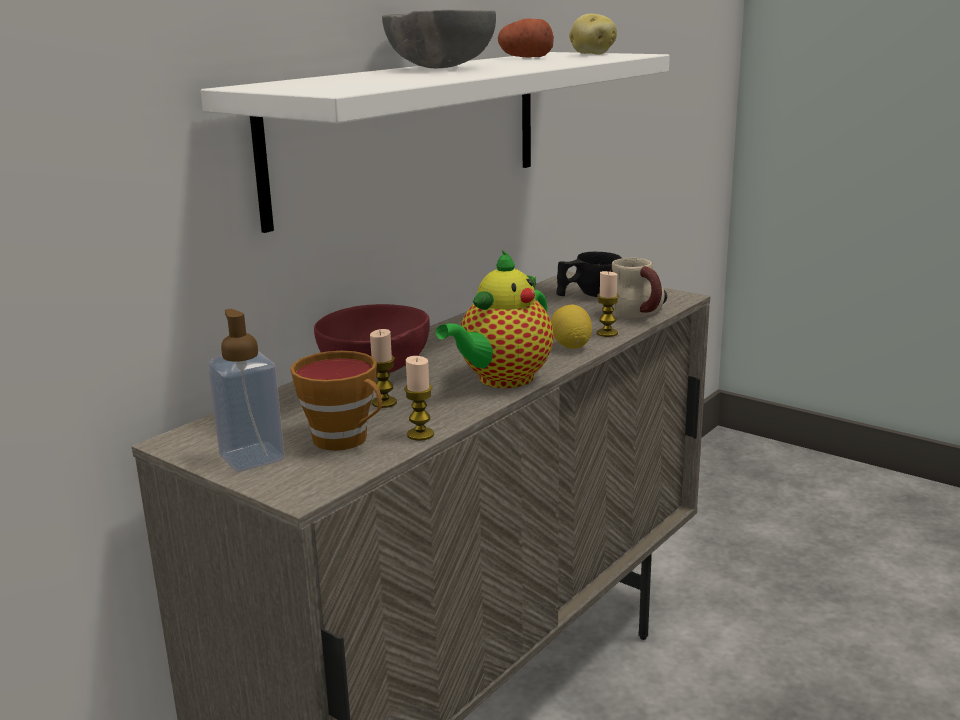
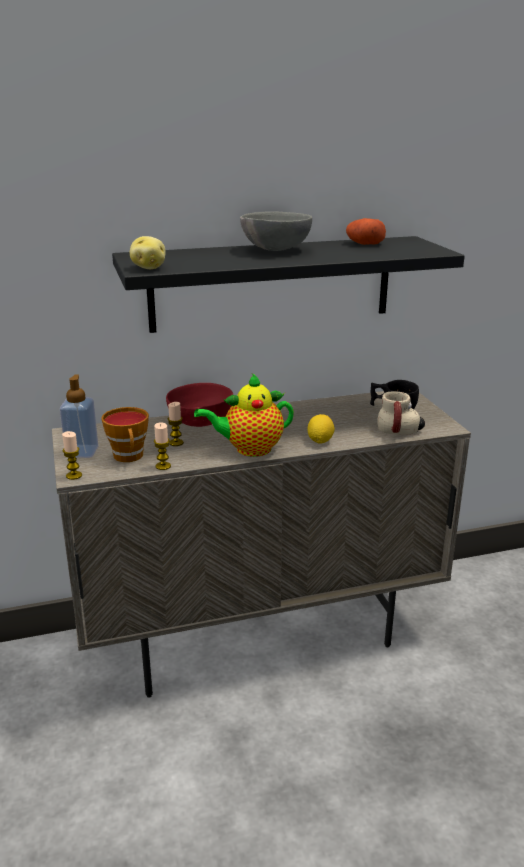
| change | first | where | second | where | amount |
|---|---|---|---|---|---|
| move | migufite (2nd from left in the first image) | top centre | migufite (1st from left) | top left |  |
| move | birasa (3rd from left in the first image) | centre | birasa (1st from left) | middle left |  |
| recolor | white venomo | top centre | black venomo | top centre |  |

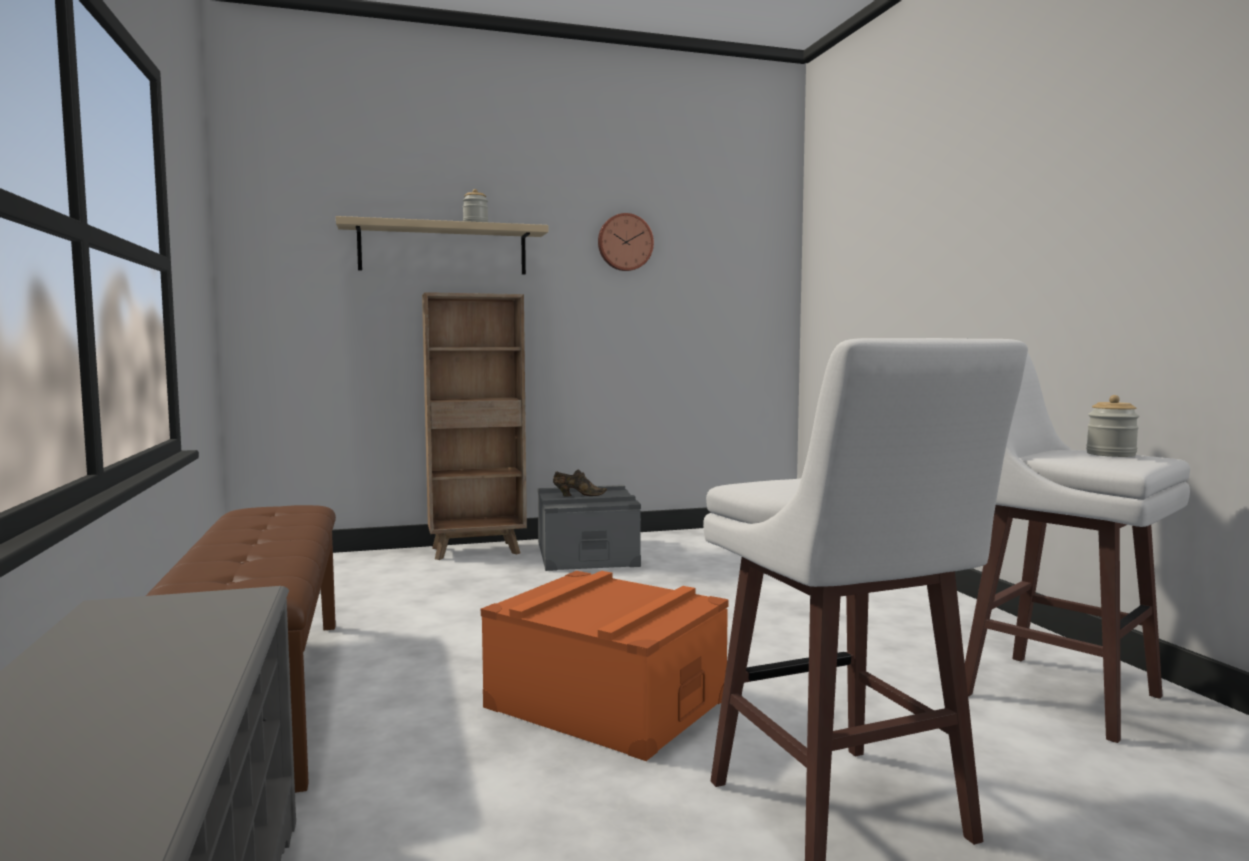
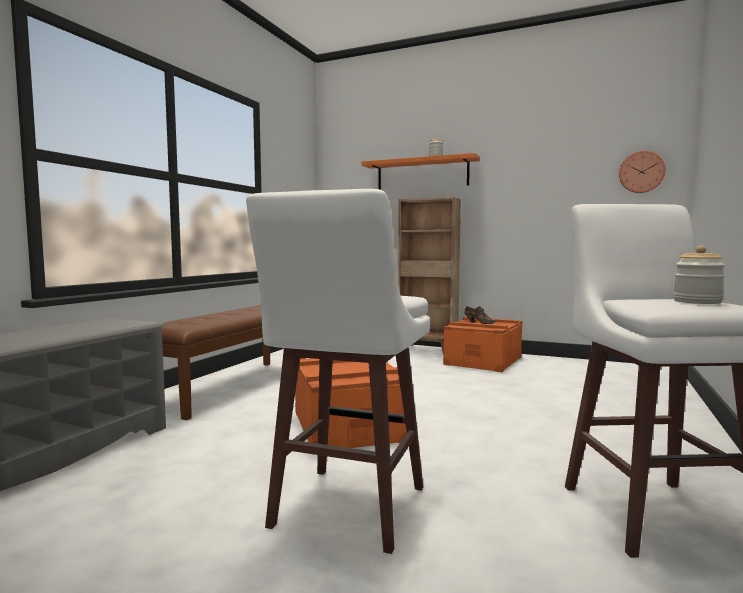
| change | first | where | second | where | amount |
|---|---|---|---|---|---|
| move | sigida | top centre |  | top right |  |
| recolor | beige venomo | top centre | orange venomo | top centre |  |
| recolor | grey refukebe | centre | orange refukebe (2nd from left) | centre |  |

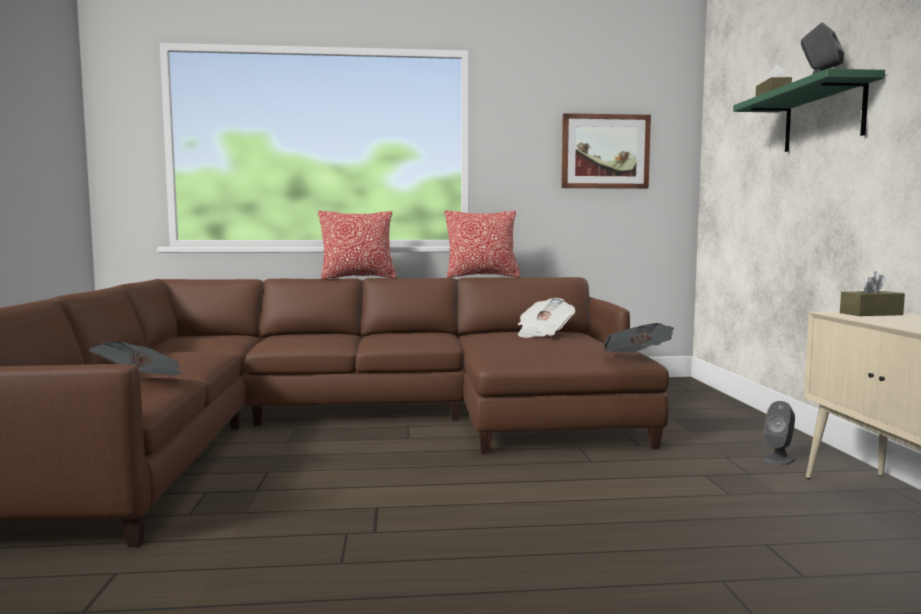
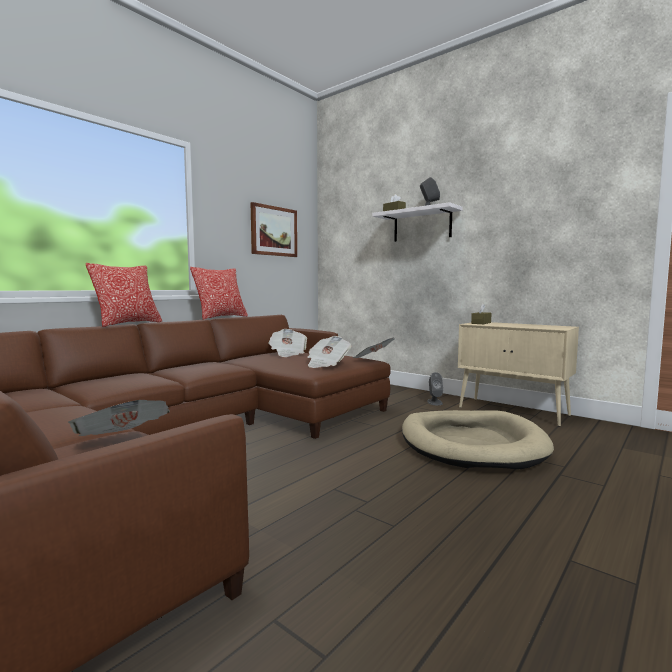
| change | first | where | second | where | amount |
|---|---|---|---|---|---|
| insert |  |  | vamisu (3rd from left) | centre |  |
| insert |  |  | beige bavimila | middle right |  |
| recolor | green venomo | top right | white venomo | top centre |  |

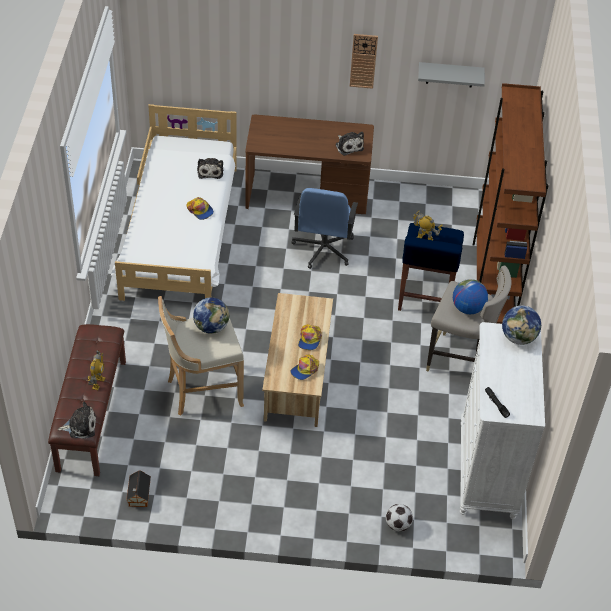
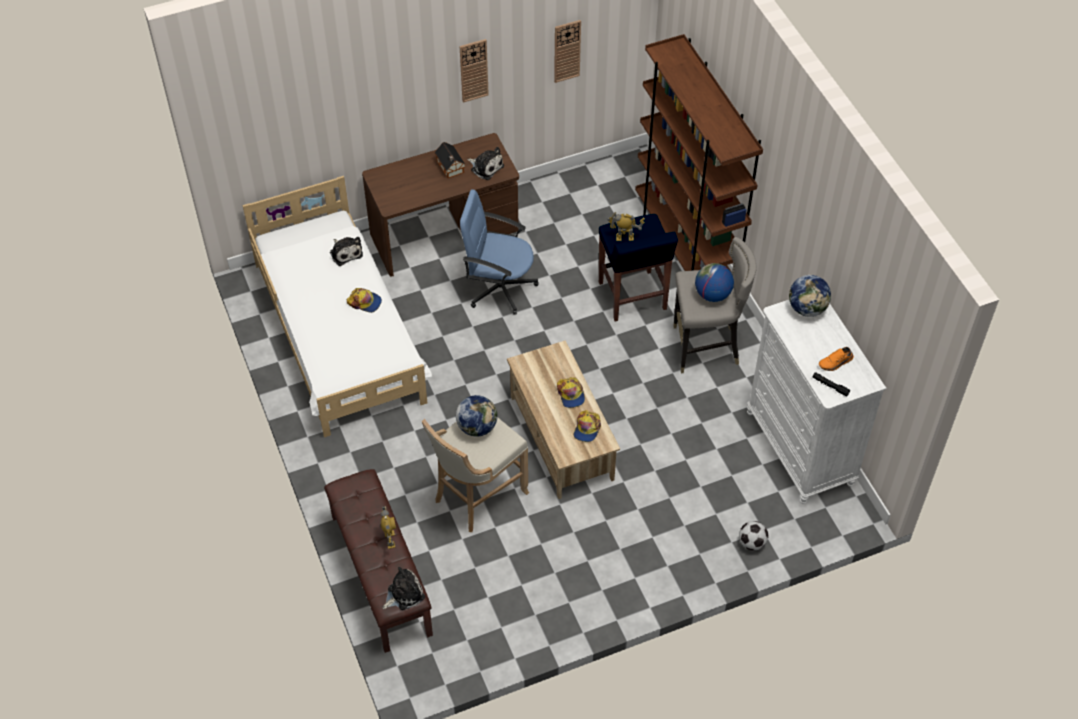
| change | first | where | second | where | amount |
|---|---|---|---|---|---|
| insert |  |  | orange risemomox | middle right |  |
| move | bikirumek | bottom left |  | top centre |  |
| replace | grey venomo | top right | sigida (2nd from left) | top centre |  |
| rotate | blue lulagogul | centre |  | centre | 120 degrees clockwise |

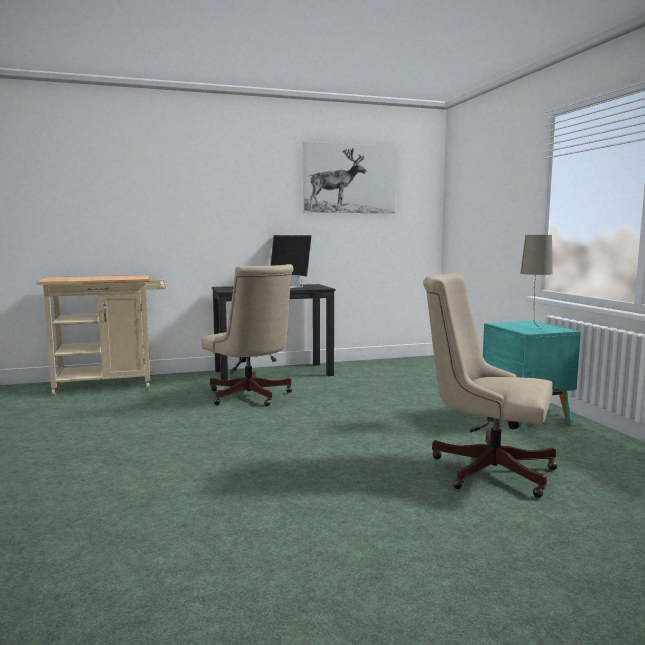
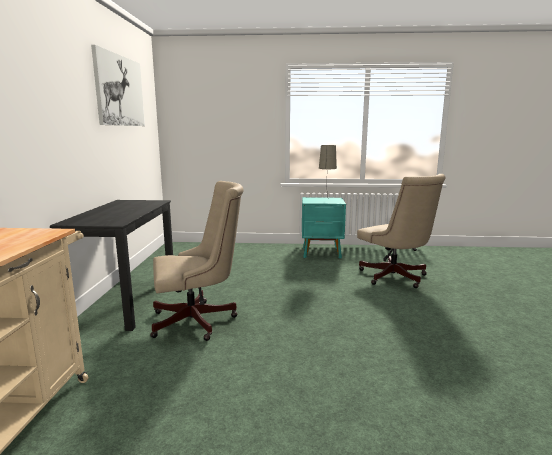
| change | first | where | second | where | amount |
|---|---|---|---|---|---|
| delete | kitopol | centre |  |  |  |
| rotate | beige lulagogul (2nd from left) | middle right |  | middle right | 75 degrees counterclockwise |

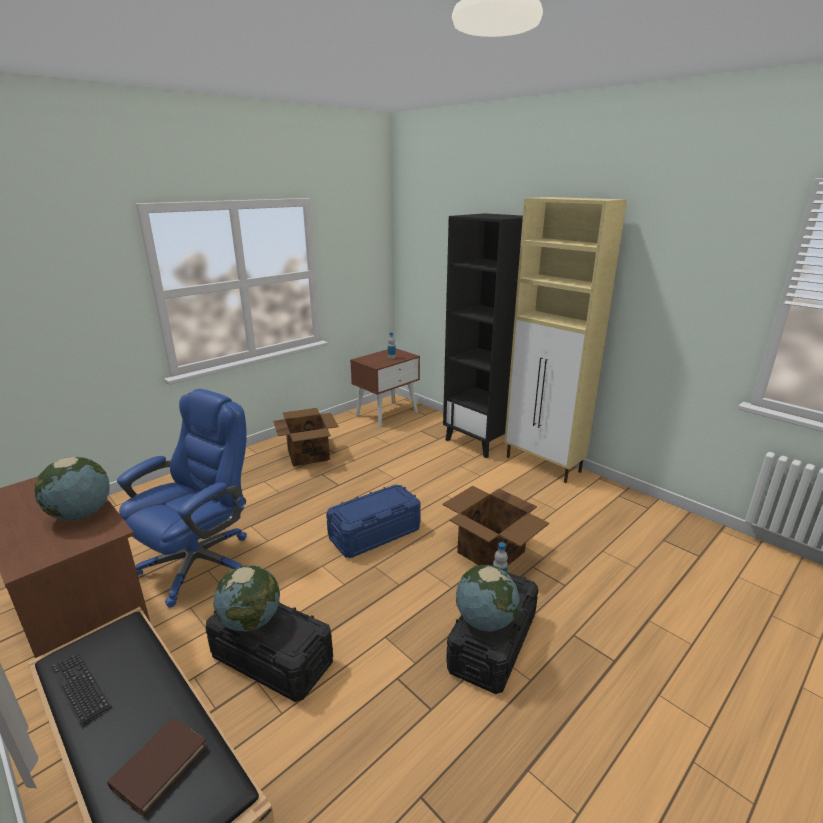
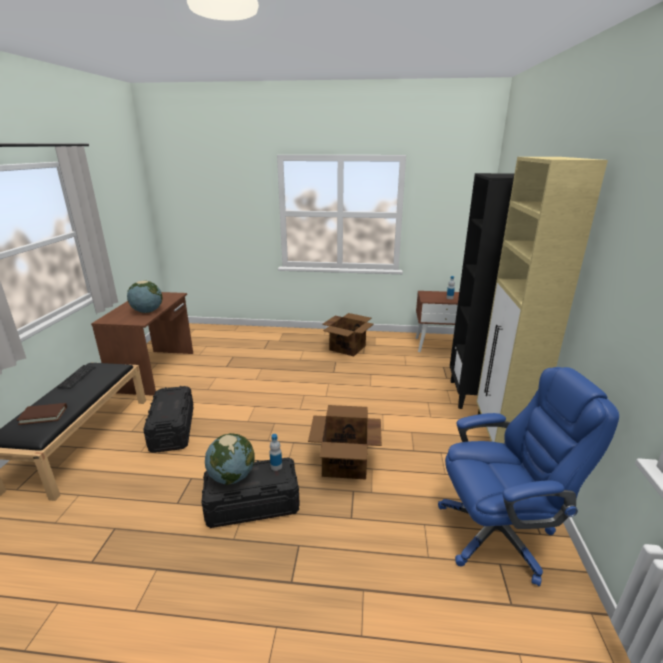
| change | first | where | second | where | amount |
|---|---|---|---|---|---|
| delete | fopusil (2nd from left) | bottom left |  |  |  |
| delete | blue refukebe | centre |  |  |  |
| move | blue lulagogul | middle left |  | bottom right |  |

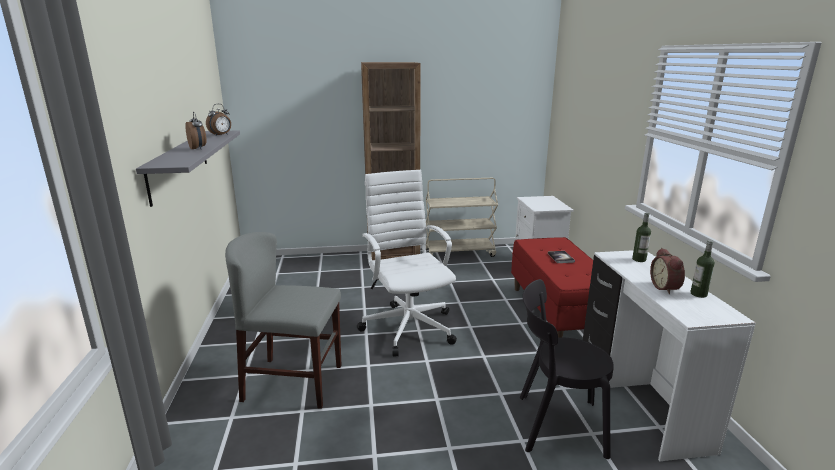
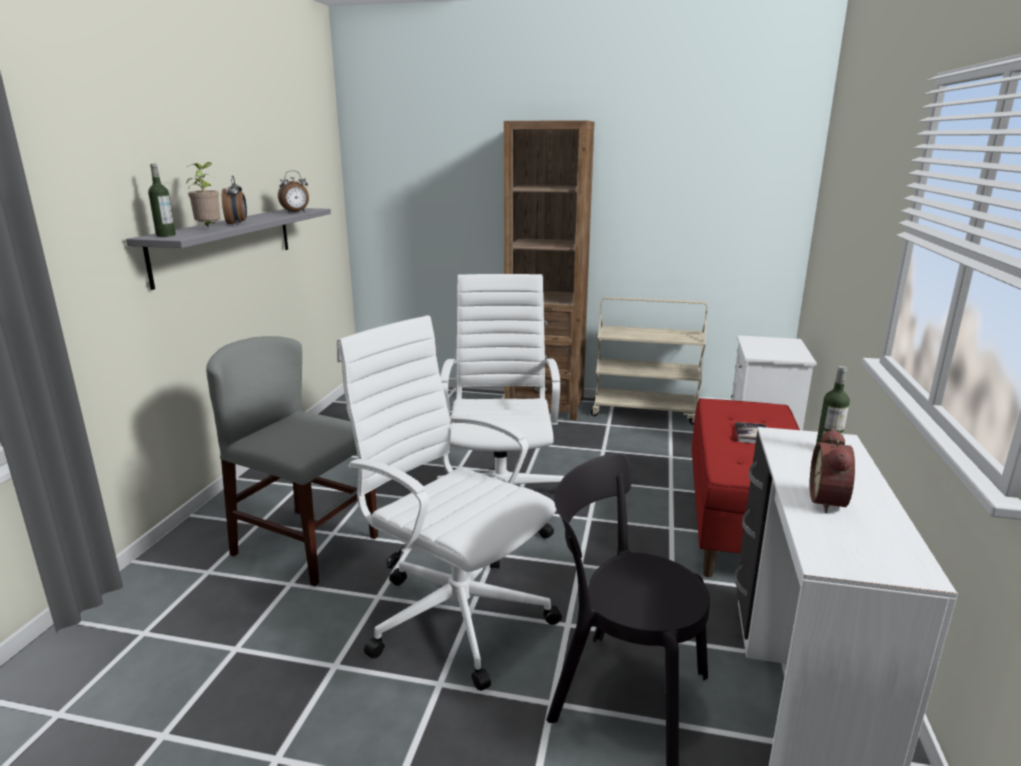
| change | first | where | second | where | amount |
|---|---|---|---|---|---|
| insert |  |  | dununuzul | top left |  |
| insert |  |  | white lulagogul (1st from left) | centre |  |
| move | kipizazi (2nd from left in the first image) | middle right | kipizazi (1st from left) | top left |  |

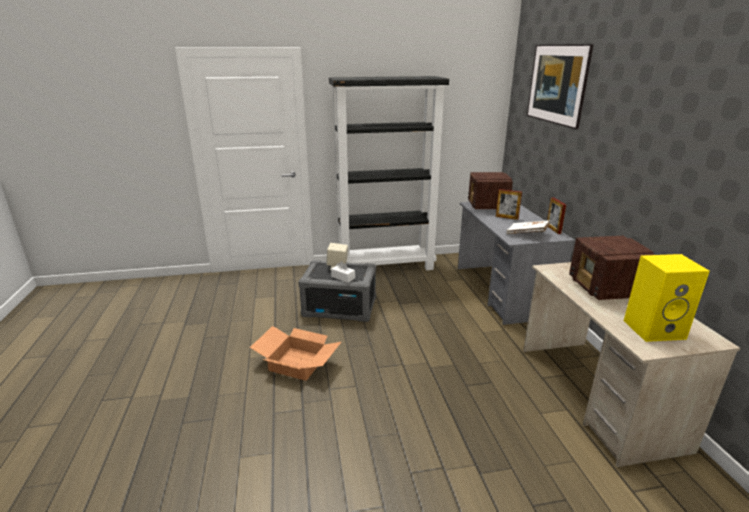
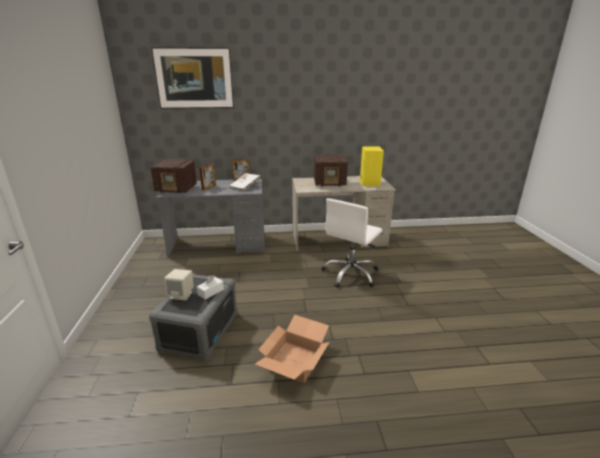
| change | first | where | second | where | amount |
|---|---|---|---|---|---|
| delete | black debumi | centre |  |  |  |
| insert |  |  | white lulagogul | centre |  |

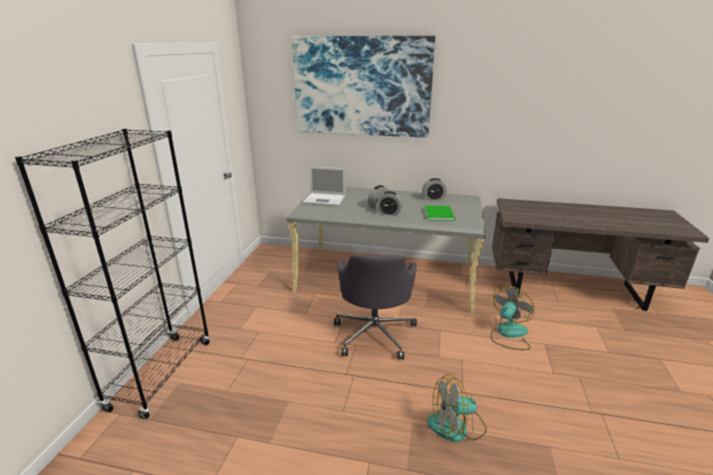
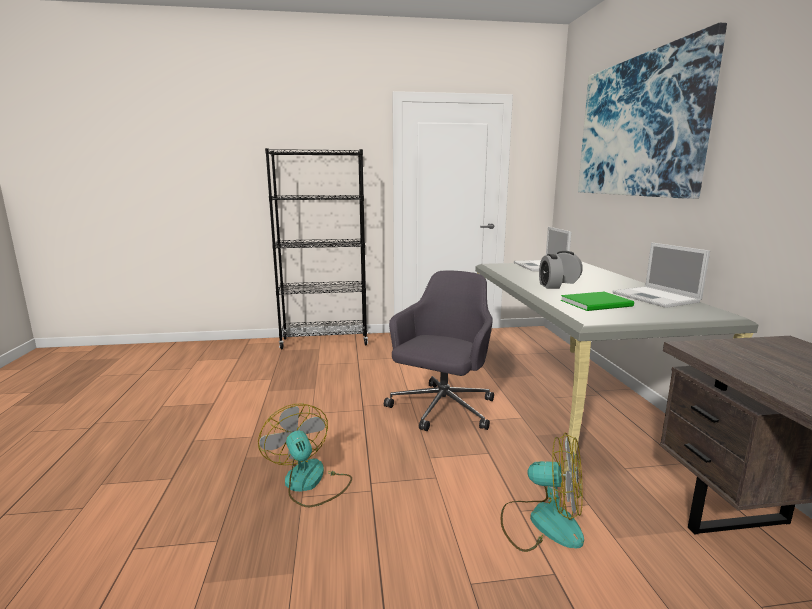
| change | first | where | second | where | amount |
|---|---|---|---|---|---|
| replace | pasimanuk (3rd from left) | centre | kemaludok (2nd from left) | middle right |  |
| rotate | grey lulagogul | centre |  | centre | 135 degrees clockwise |

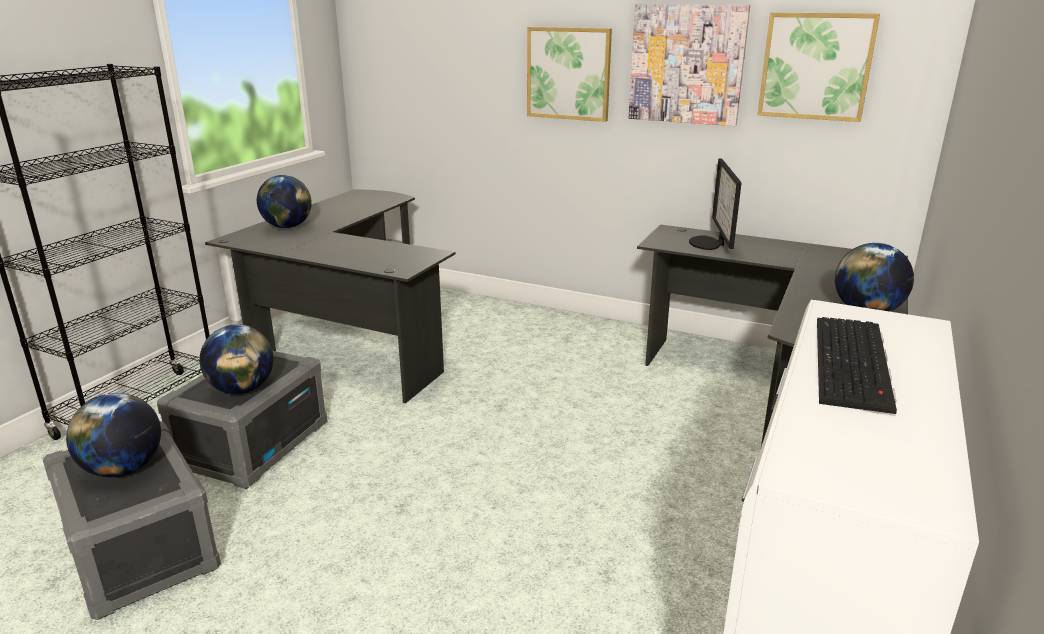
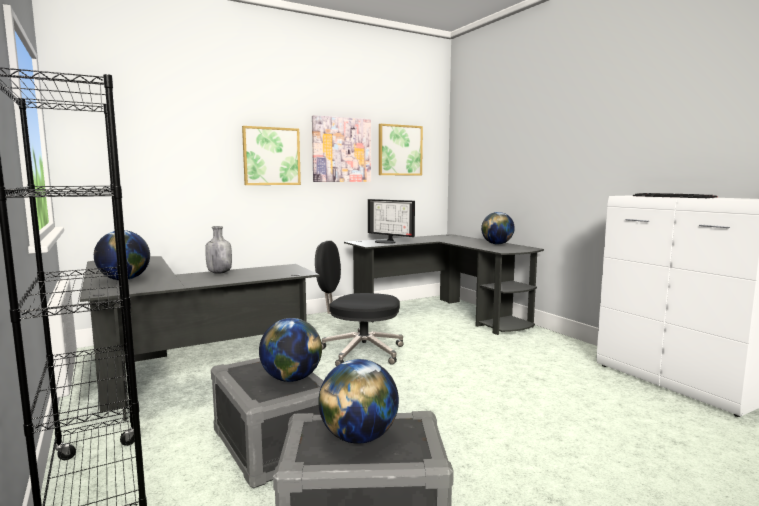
| change | first | where | second | where | amount |
|---|---|---|---|---|---|
| insert |  |  | grey kipizazi | middle left |  |
| insert |  |  | black lulagogul | centre |  |

